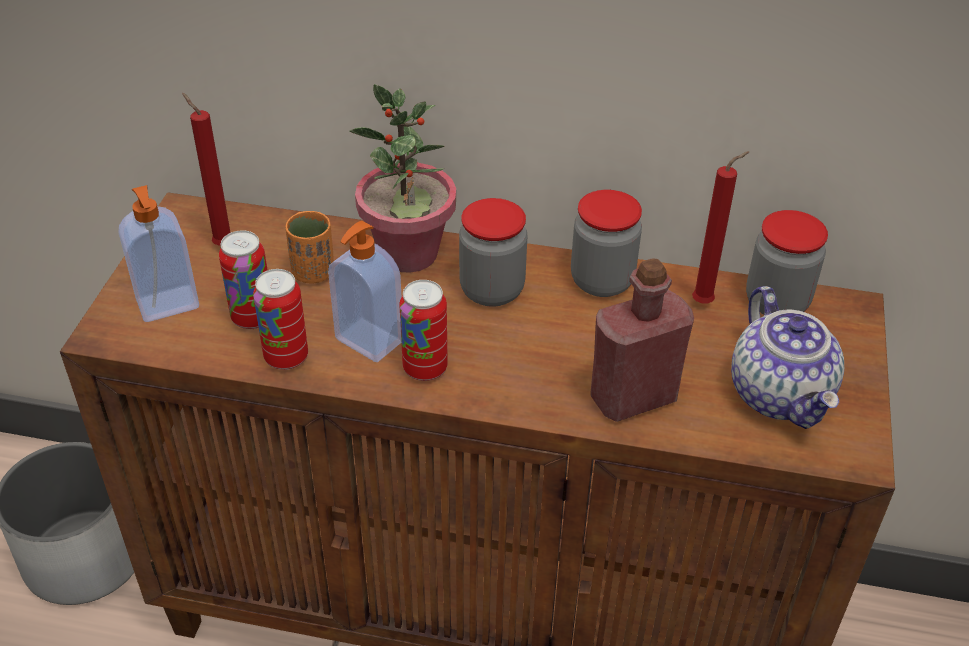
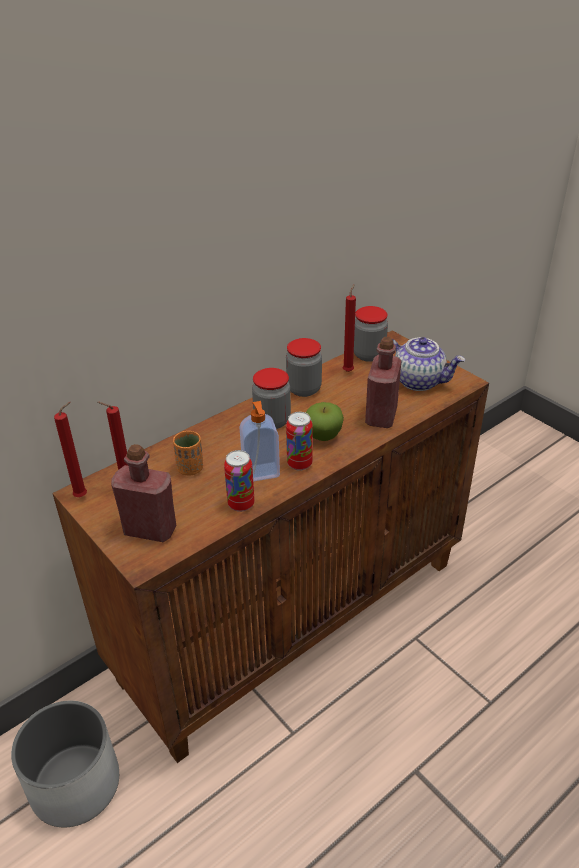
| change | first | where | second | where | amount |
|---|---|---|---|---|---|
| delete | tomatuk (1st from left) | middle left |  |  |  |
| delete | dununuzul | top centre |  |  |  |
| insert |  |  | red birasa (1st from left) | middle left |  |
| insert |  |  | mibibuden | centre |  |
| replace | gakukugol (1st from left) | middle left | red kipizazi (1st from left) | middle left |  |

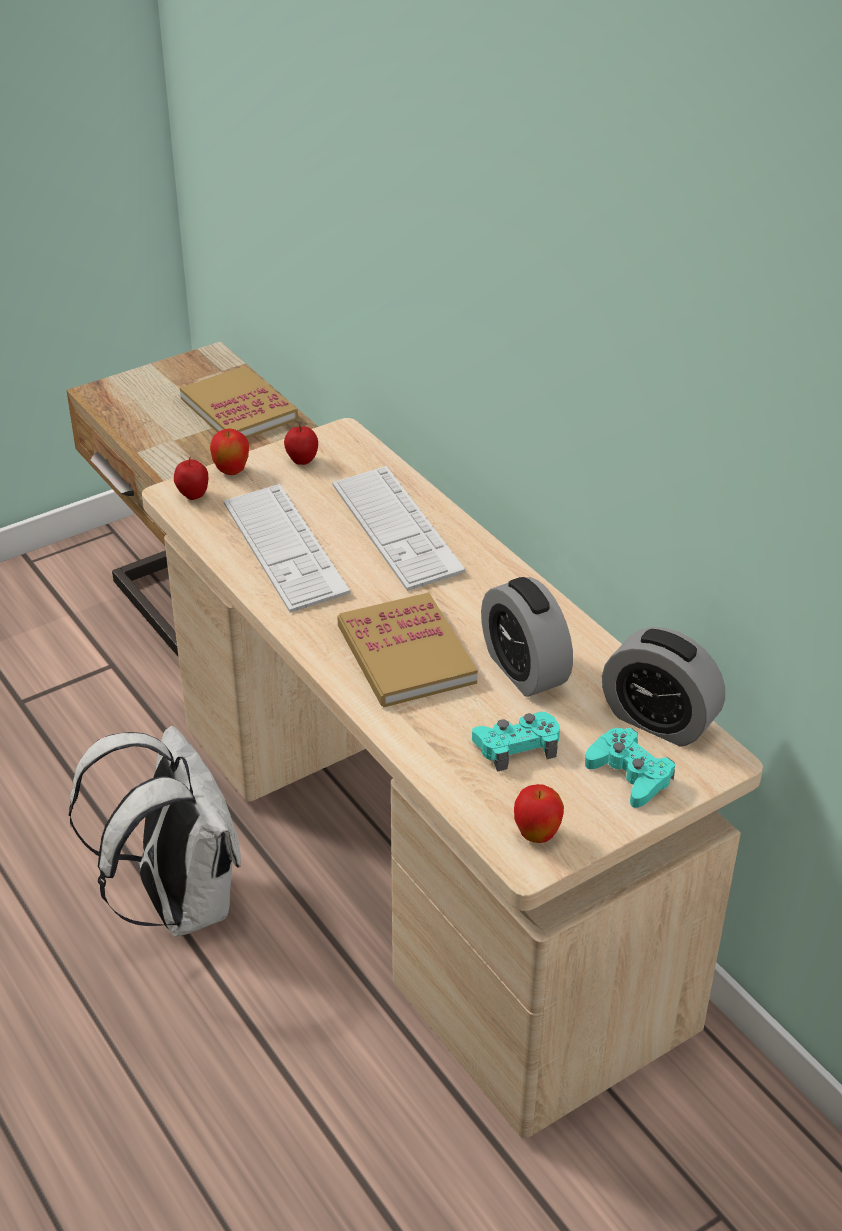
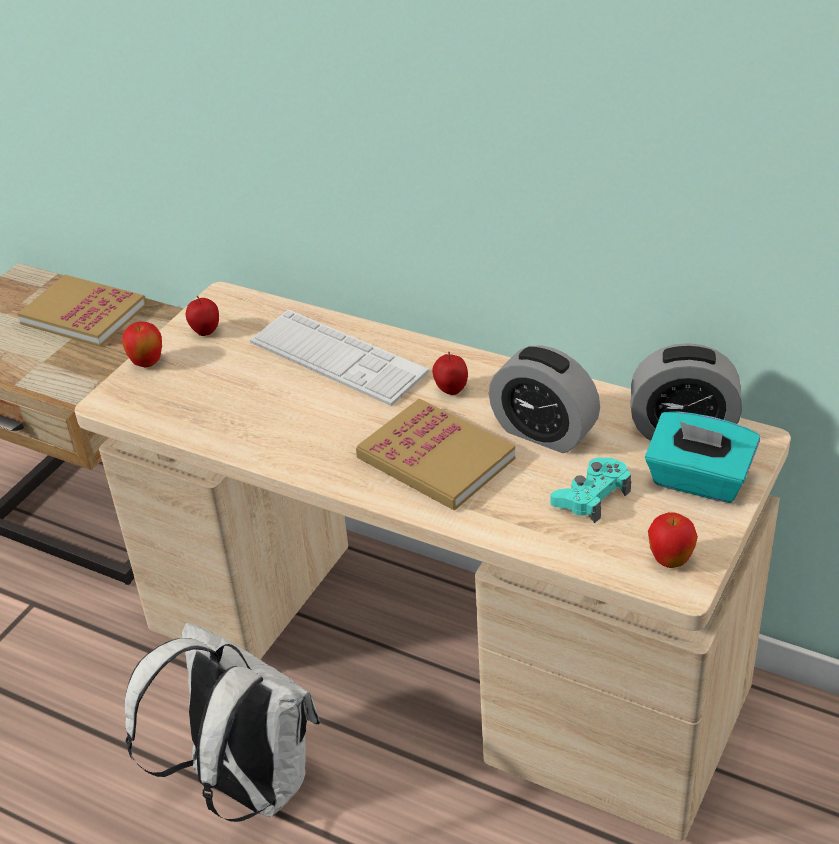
| change | first | where | second | where | amount |
|---|---|---|---|---|---|
| delete | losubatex (1st from left) | centre |  |  |  |
| move | mibibuden (1st from left in the first image) | middle left | mibibuden (3rd from left) | centre |  |
| replace | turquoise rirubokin (2nd from left) | middle right | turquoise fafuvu | middle right |  |

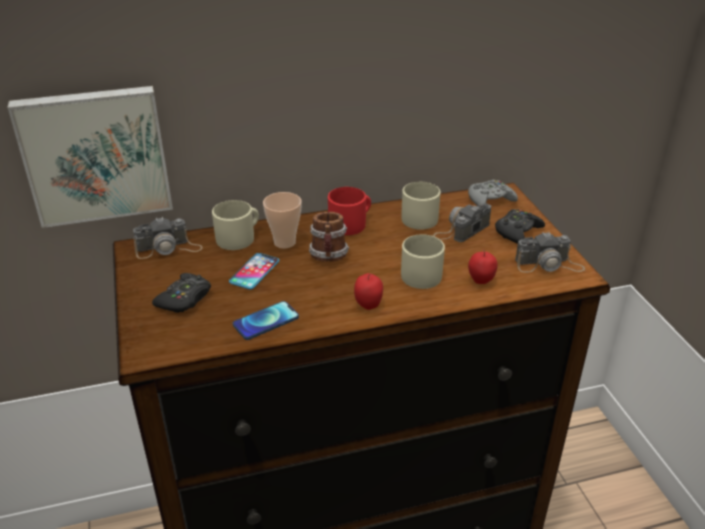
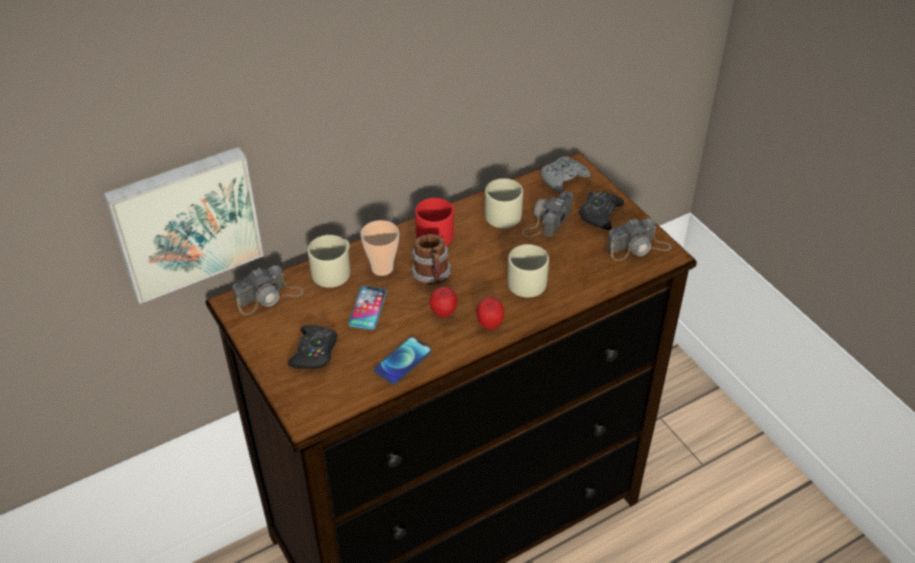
| change | first | where | second | where | amount |
|---|---|---|---|---|---|
| move | mibibuden (2nd from left in the first image) | middle right | mibibuden (1st from left) | centre |  |

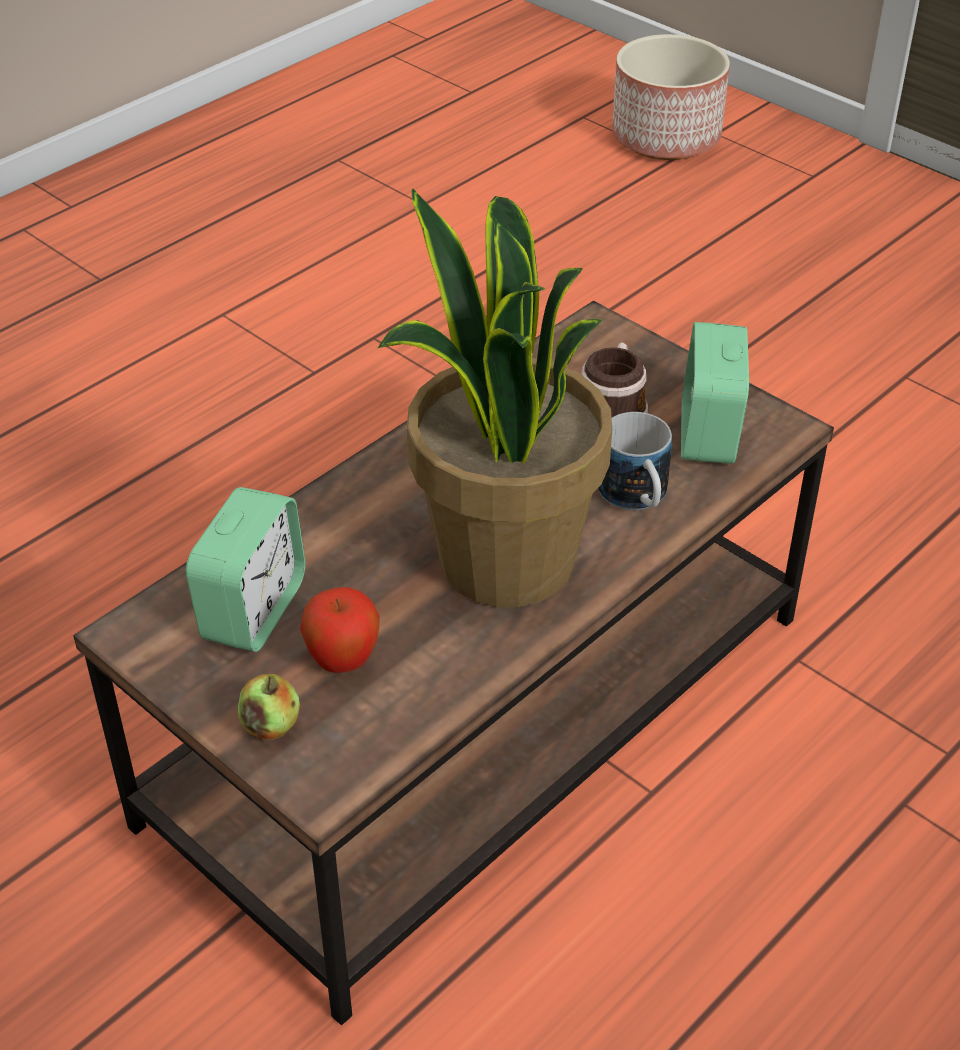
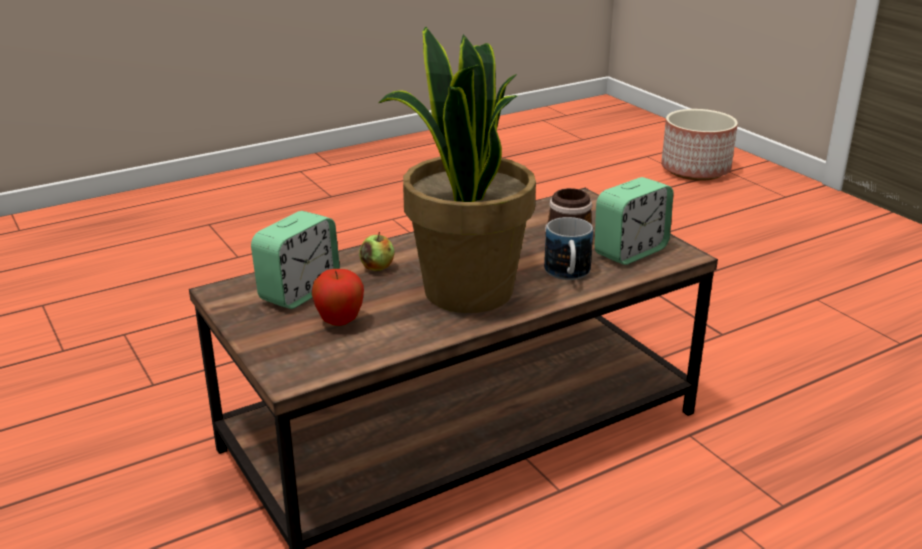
| change | first | where | second | where | amount |
|---|---|---|---|---|---|
| move | mibibuden (1st from left in the first image) | bottom left | mibibuden (2nd from left) | centre |  |
| rotate | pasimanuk (2nd from left) | middle right |  | middle right | 150 degrees counterclockwise |

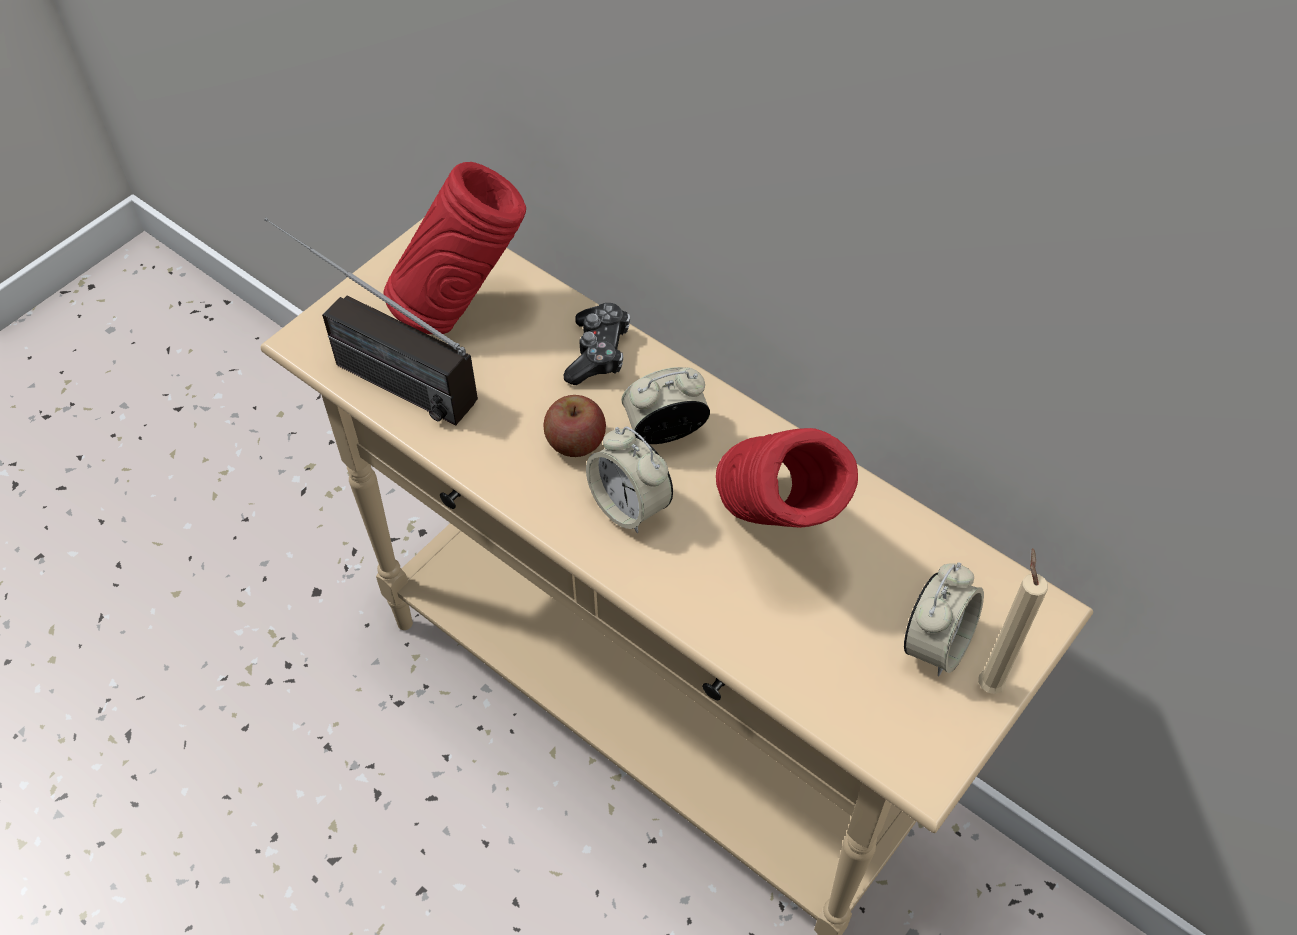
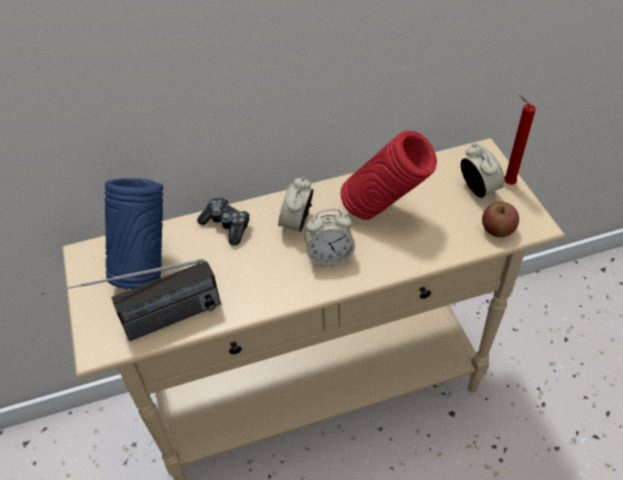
| change | first | where | second | where | amount |
|---|---|---|---|---|---|
| move | mibibuden | centre |  | middle right |  |
| recolor | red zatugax (1st from left) | top centre | blue zatugax | middle left |  |
| recolor | beige birasa | middle right | red birasa | top right |  |

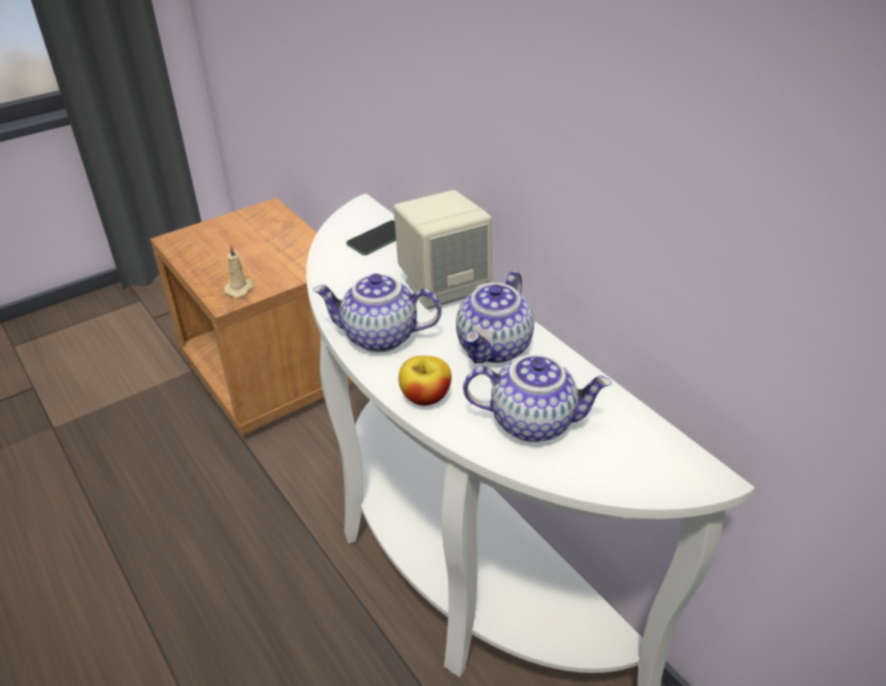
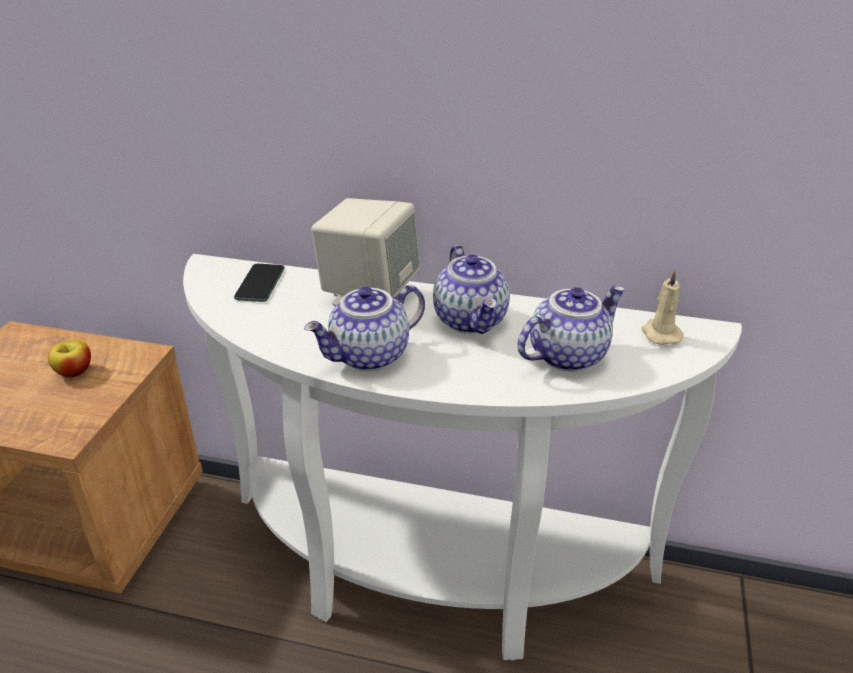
| change | first | where | second | where | amount |
|---|---|---|---|---|---|
| move | beige birasa | middle left |  | middle right |  |
| move | mibibuden | centre |  | middle left |  |

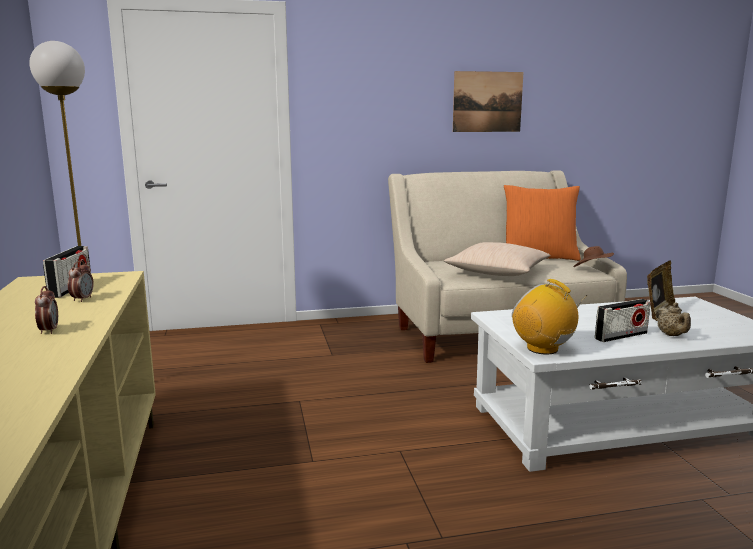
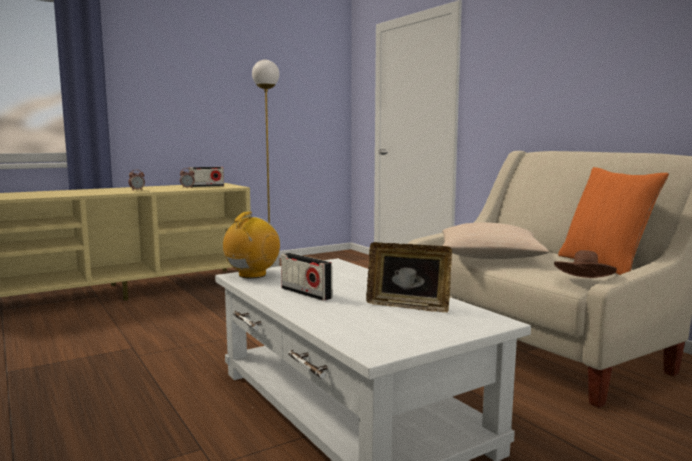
| change | first | where | second | where | amount |
|---|---|---|---|---|---|
| delete | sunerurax | top centre |  |  |  |
| delete | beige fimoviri | middle right |  |  |  |

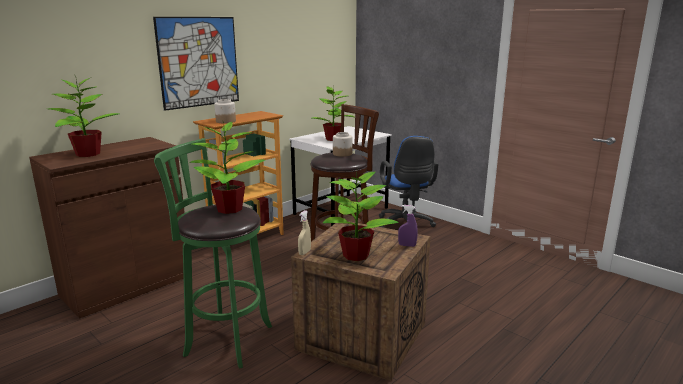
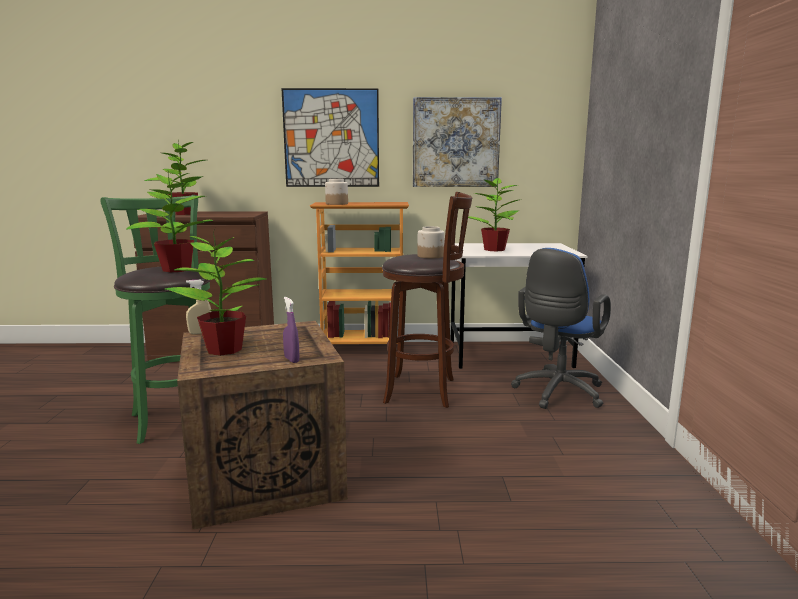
| change | first | where | second | where | amount |
|---|---|---|---|---|---|
| insert |  |  | sunerurax (2nd from left) | top centre |  |

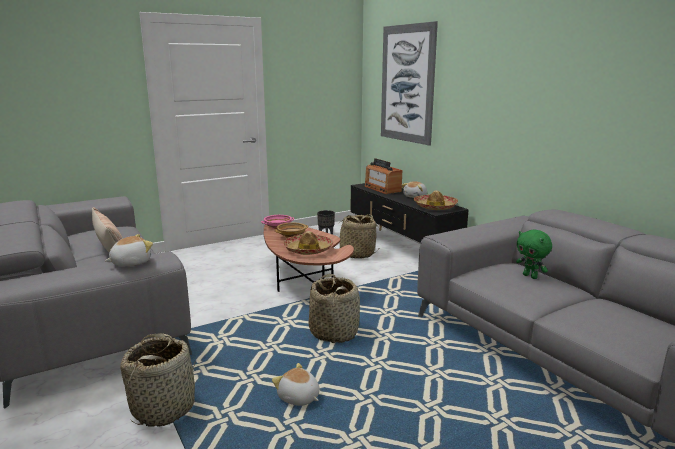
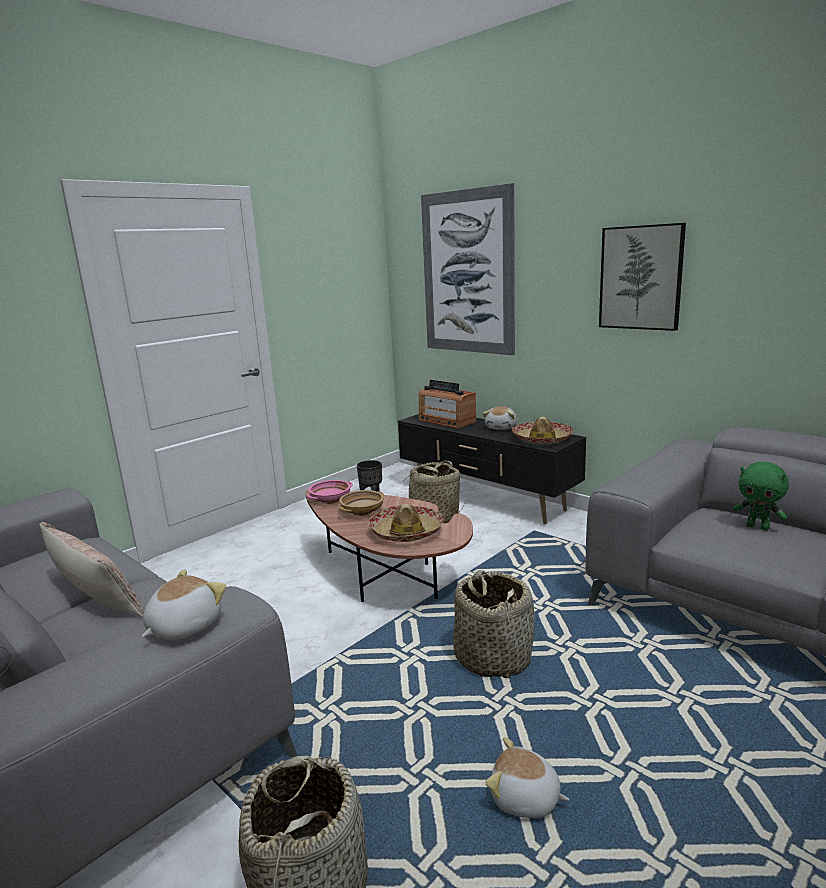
| change | first | where | second | where | amount |
|---|---|---|---|---|---|
| insert |  |  | sunerurax (2nd from left) | top right |  |

